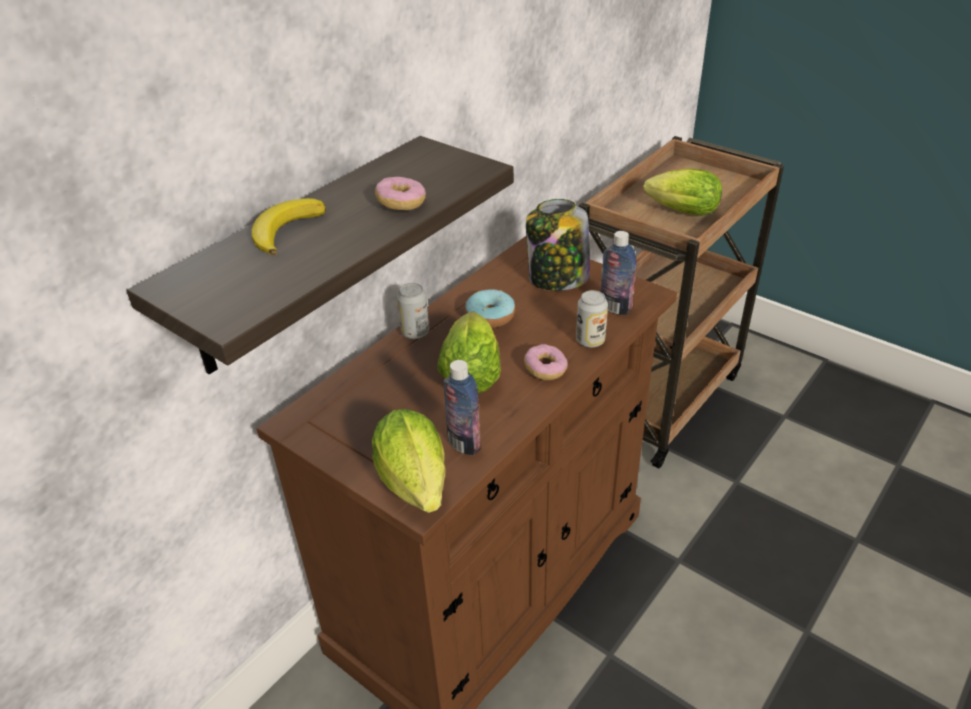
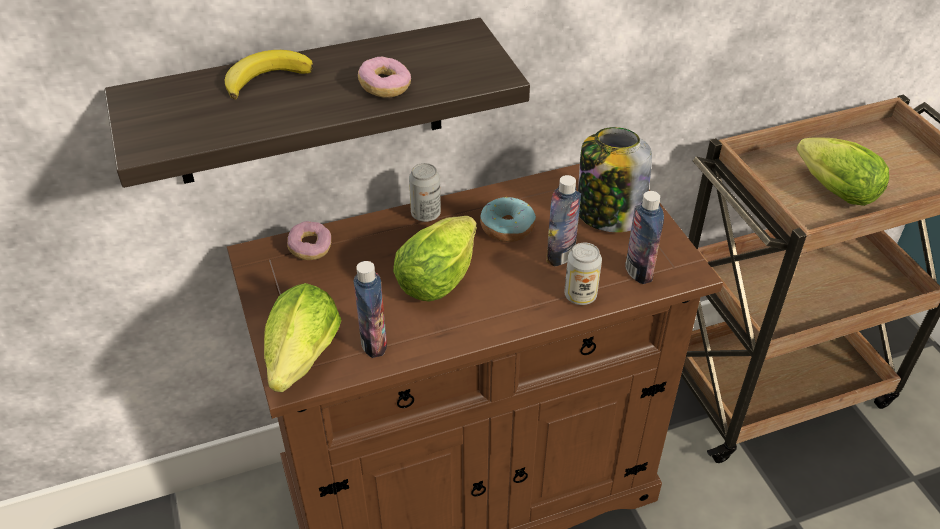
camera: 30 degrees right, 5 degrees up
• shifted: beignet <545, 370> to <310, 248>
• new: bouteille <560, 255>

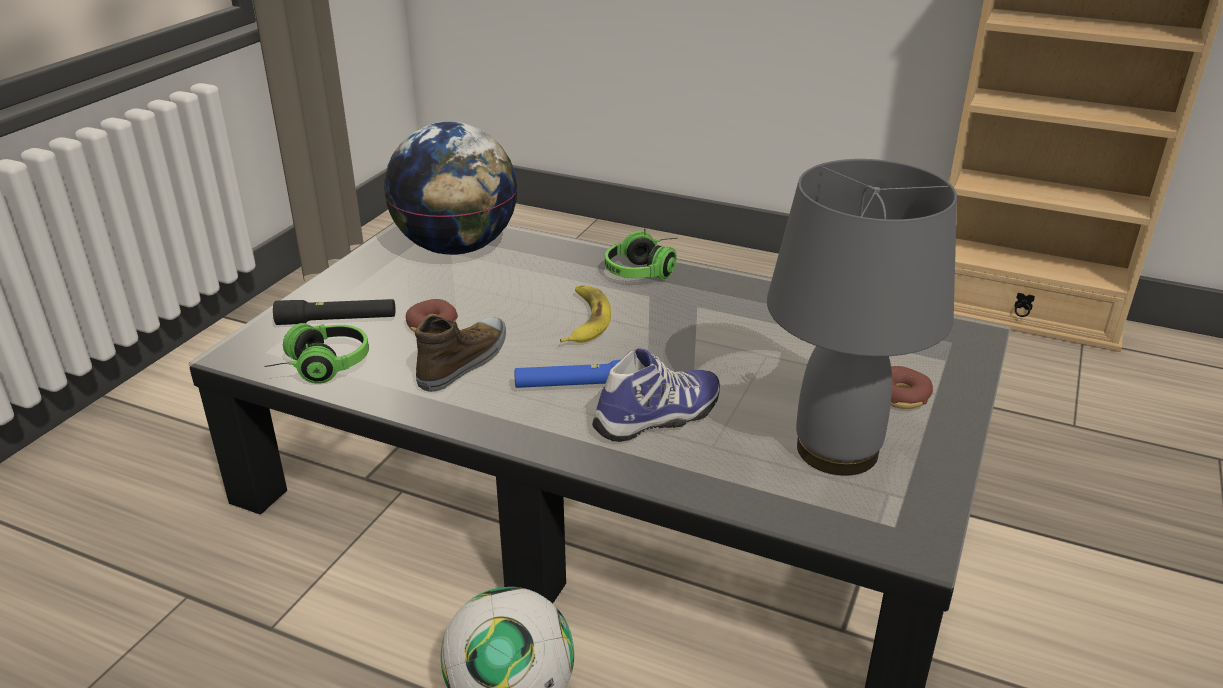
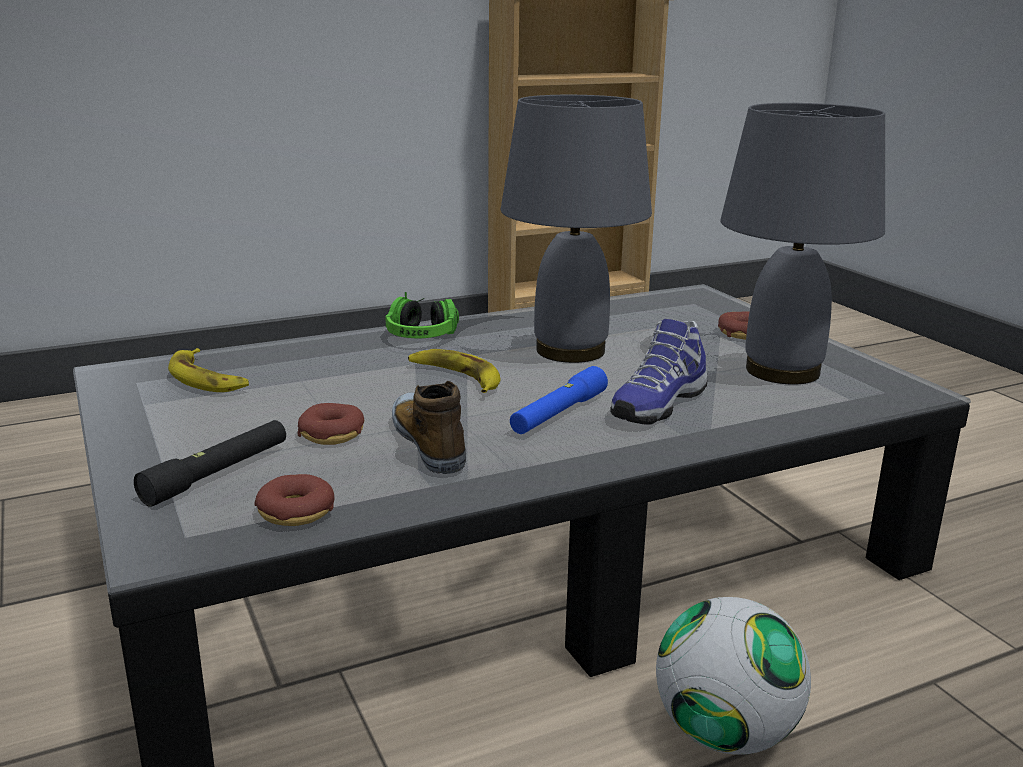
camera: 50 degrees left, 10 degrees down
• swapped: casque audio <318, 367> to beignet <296, 512>
• swapped: globe <456, 248> to banane <207, 379>
• rotated: chaussure <659, 418> = <656, 404> 150 degrees counterclockwise
• new: lampe de table/gris <571, 351>

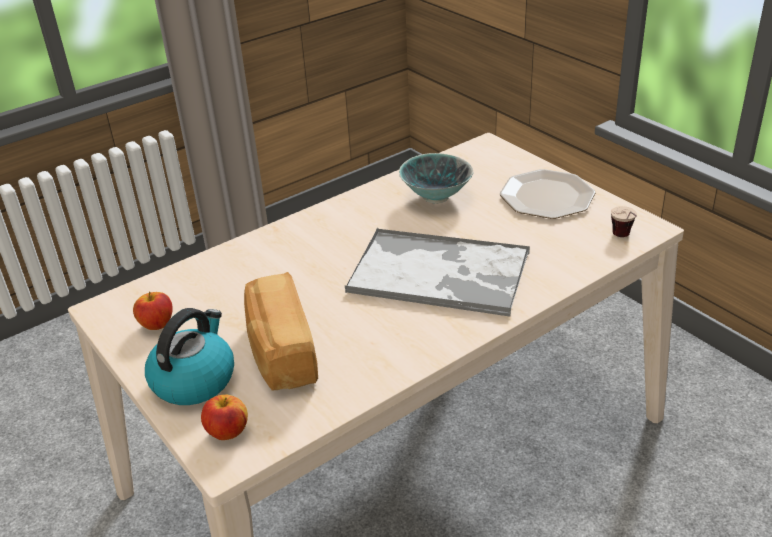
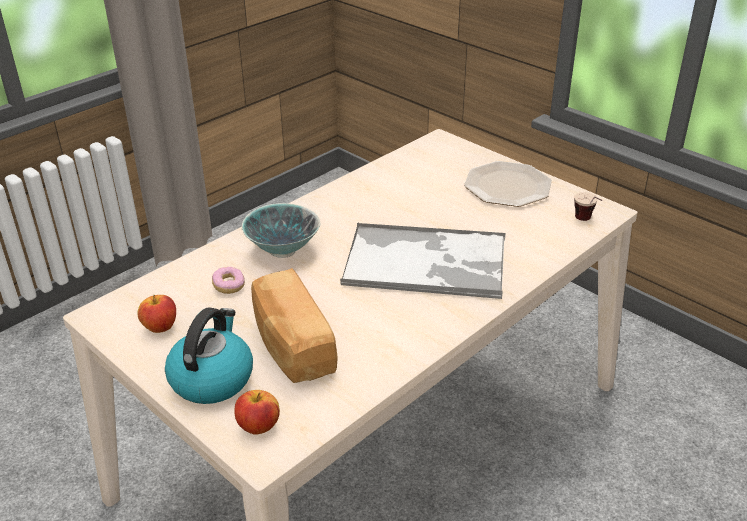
camera: 10 degrees left, 0 degrees up
• shifted: bol <435, 197> to <282, 250>
• new: beignet <229, 286>

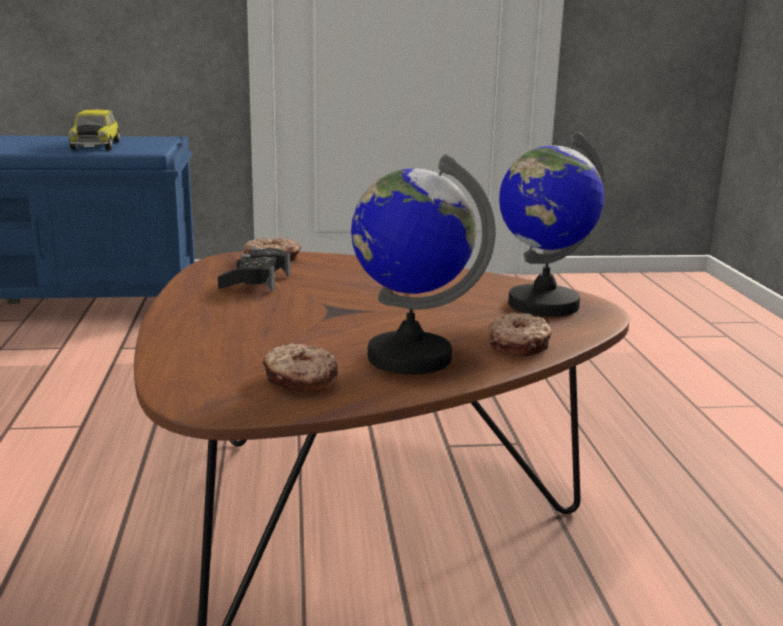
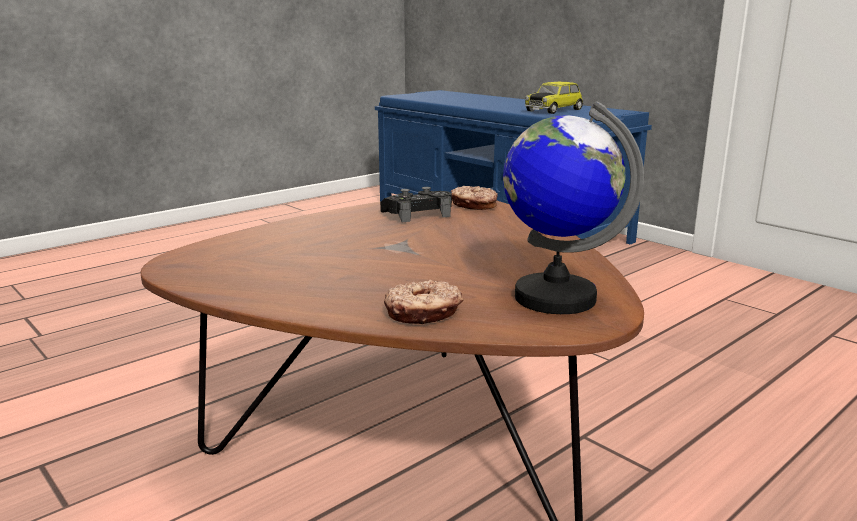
camera: 55 degrees right, 0 degrees up
• gone: beignet <300, 380>
• gone: globe <408, 357>

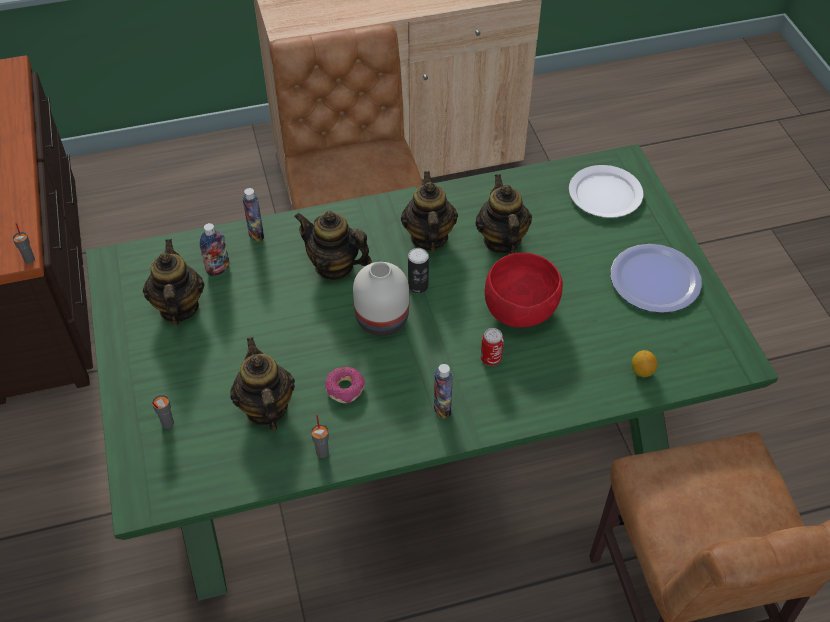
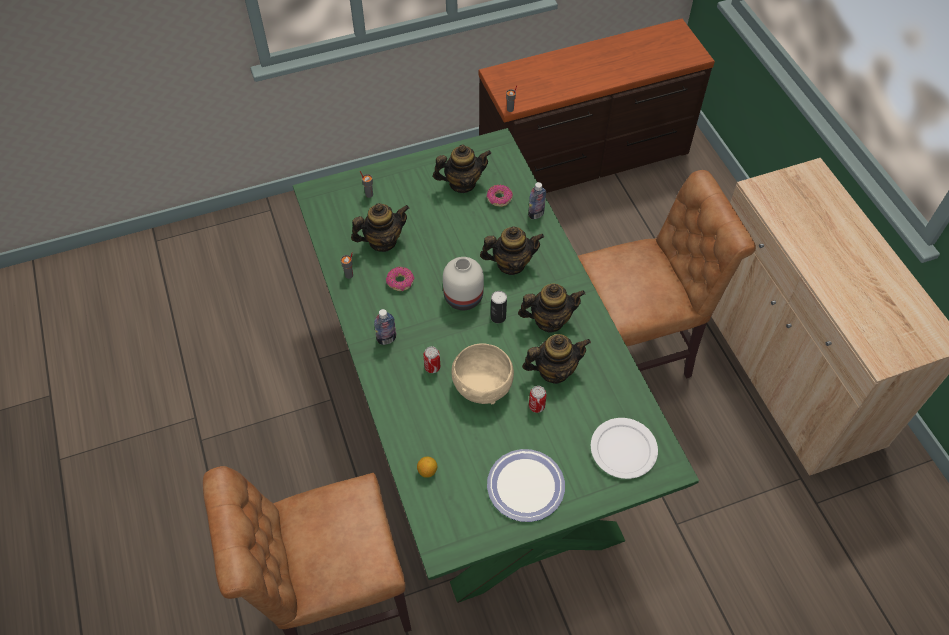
camera: 85 degrees right, 5 degrees up
• swapped: bouteille <218, 269> to beignet <499, 198>
• rotated: théière <334, 266> = <511, 264> 60 degrees clockwise
• repainted: bol/rouge <520, 310> to bol/beige <481, 385>
• new: boîte métallique <536, 406>

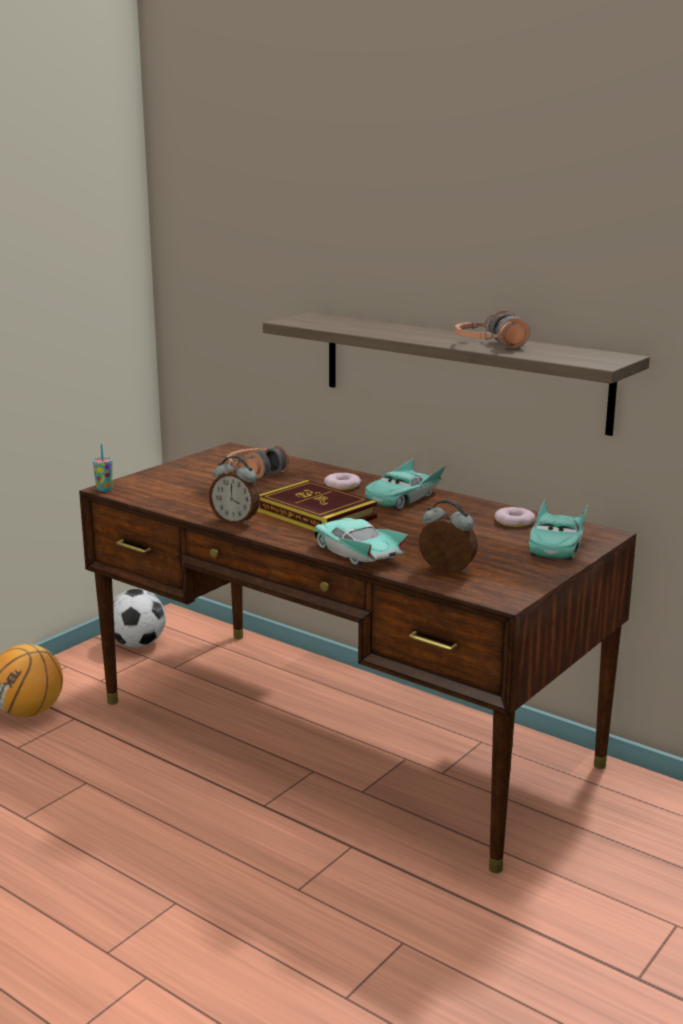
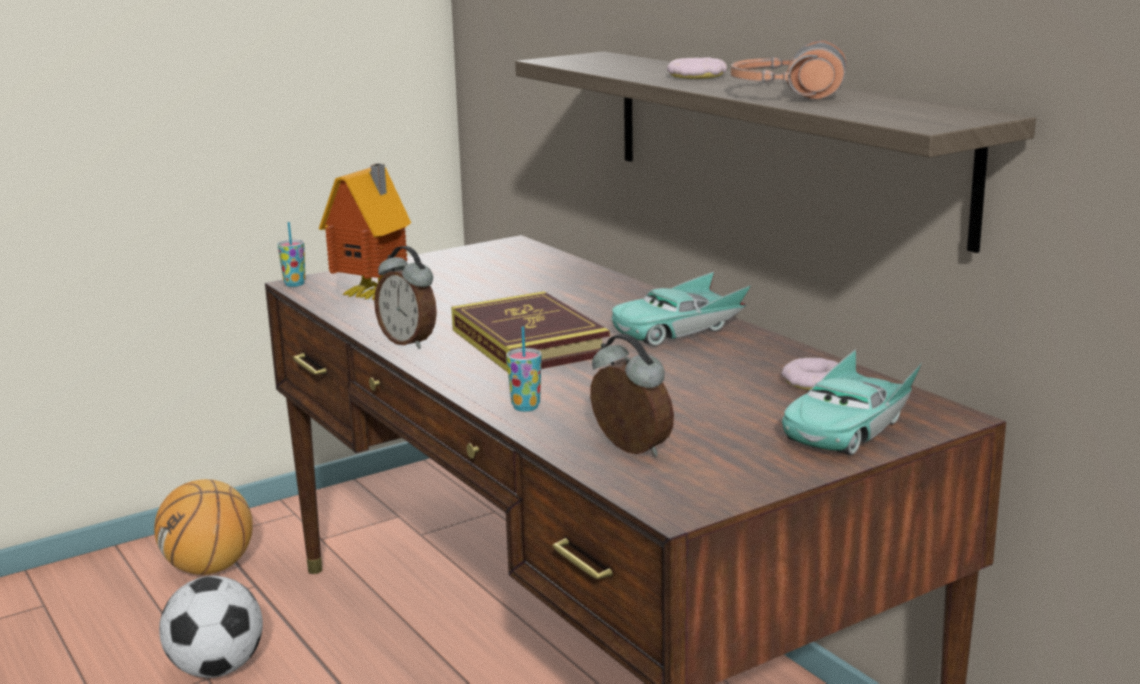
camera: 20 degrees right, 0 degrees up
• shifted: ballon de foot <137, 644> to <217, 669>
• gone: casque audio <257, 471>
• swapped: petite voiture/turquoise <358, 554> to tasse <526, 407>
• shifted: beignet <342, 485> to <697, 76>
• new: maison miniature <374, 296>

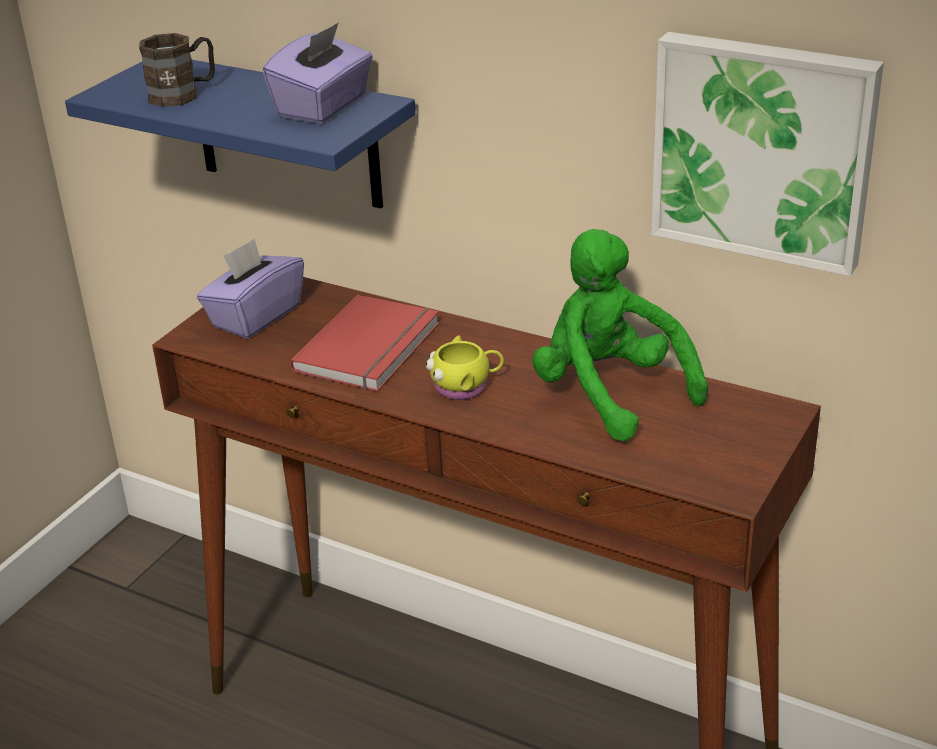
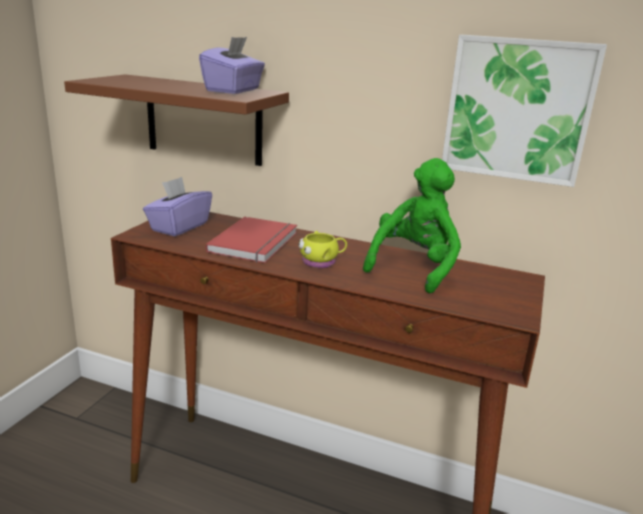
camera: 10 degrees left, 10 degrees down
• repainted: étagère/bleu <286, 132> to étagère/marron <203, 120>
• gone: mug/marron <183, 94>
• rotated: peluche/vert <609, 393> = <414, 267> 75 degrees clockwise

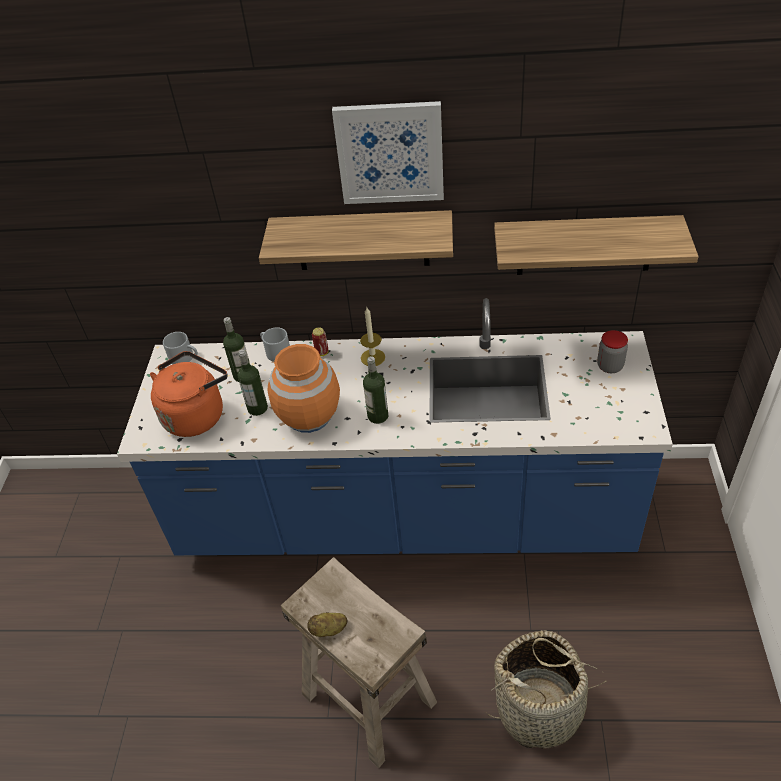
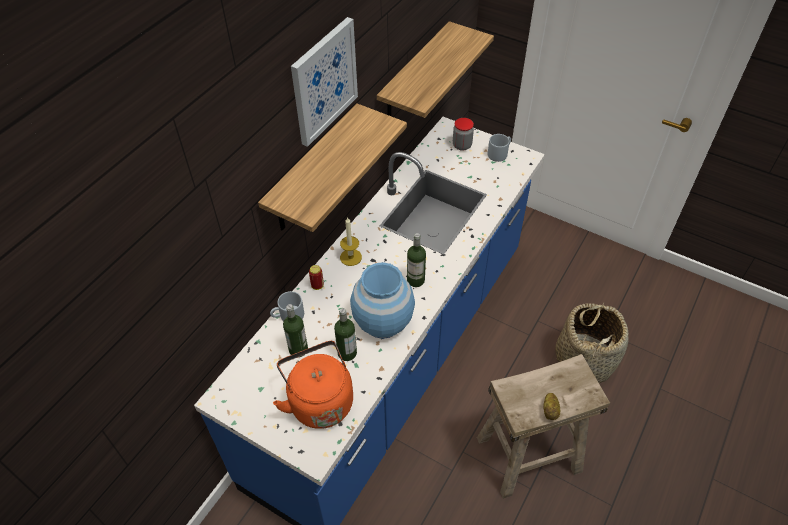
camera: 65 degrees left, 5 degrees up
• shifted: mug/gris <185, 358> to <499, 153>
• repainted: vase/orange <309, 416> to vase/bleu <383, 321>

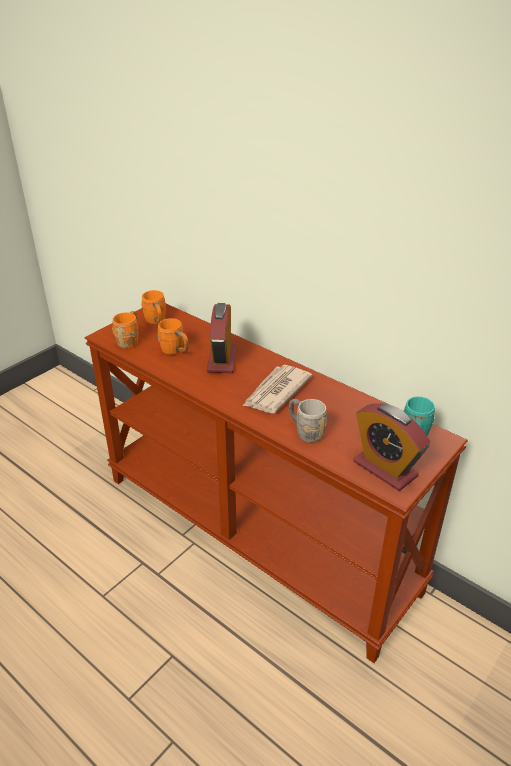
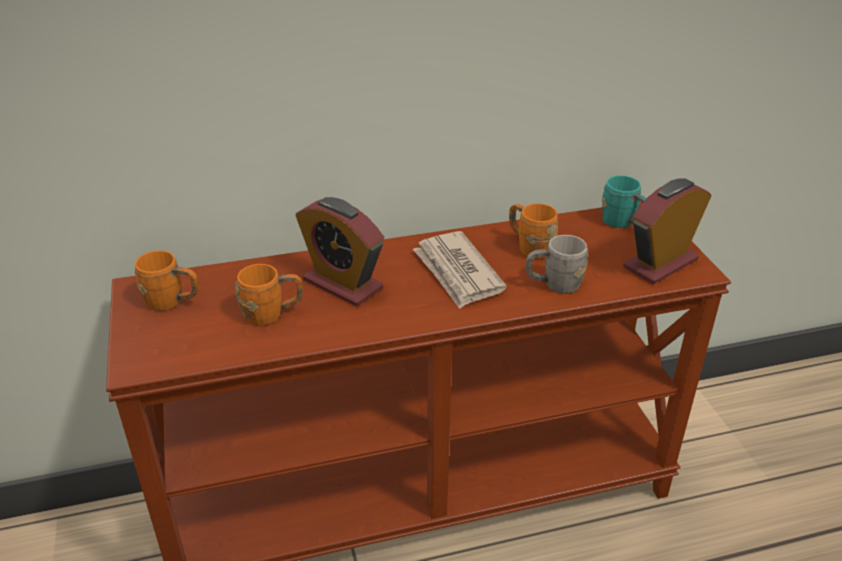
camera: 55 degrees left, 0 degrees up
• shifted: mug/orange <129, 340> to <529, 247>
• rotated: réveil <385, 469> = <660, 263> 150 degrees clockwise

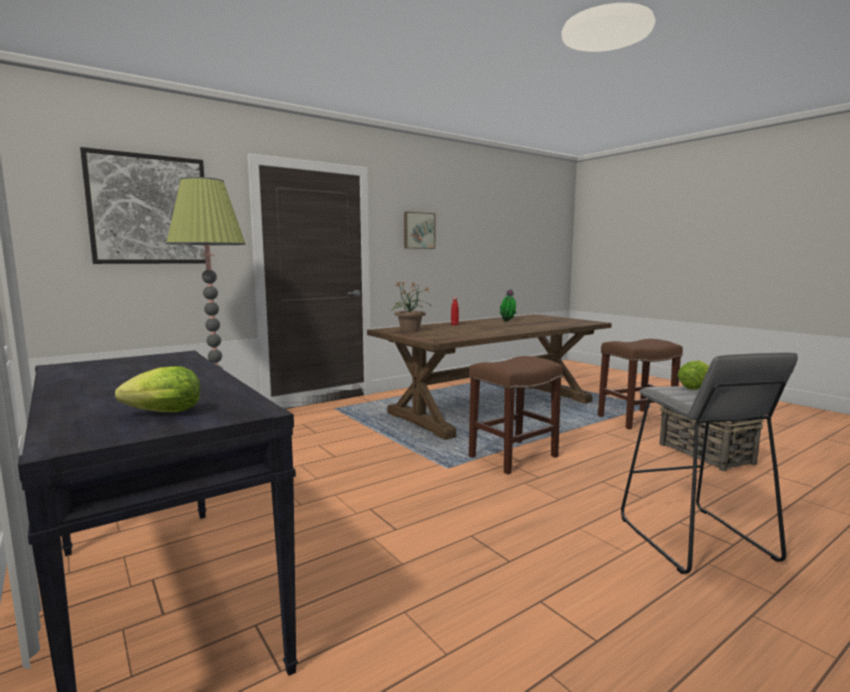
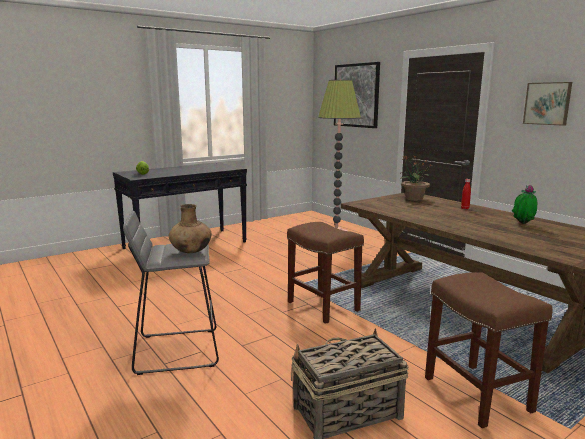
camera: 90 degrees right, 5 degrees up
• swapped: laitue <696, 388> to vase/marron <191, 252>

